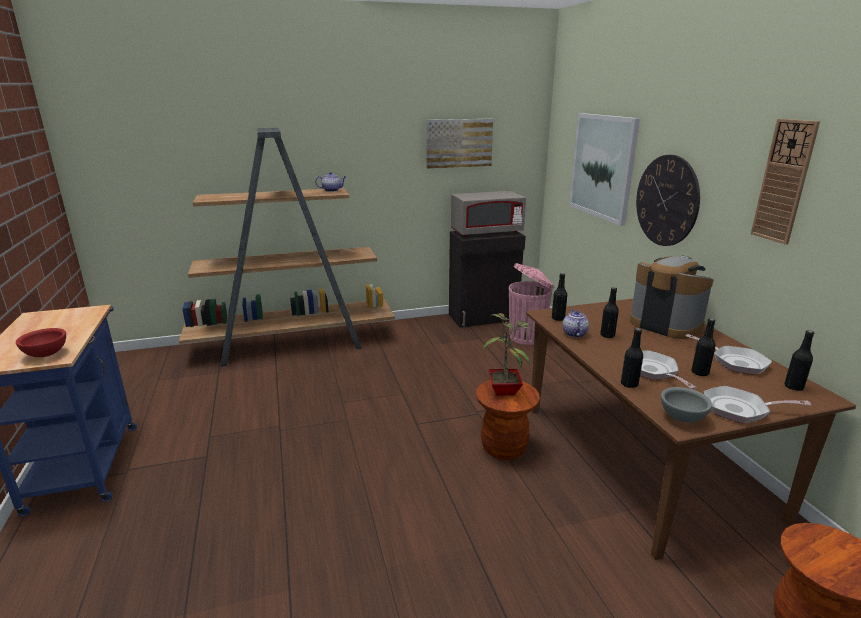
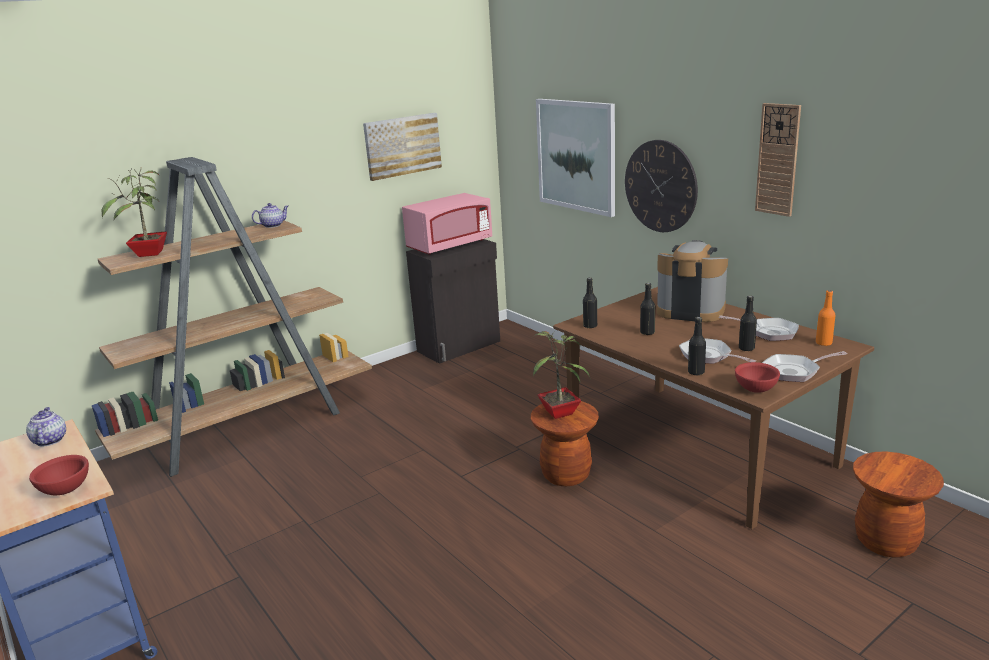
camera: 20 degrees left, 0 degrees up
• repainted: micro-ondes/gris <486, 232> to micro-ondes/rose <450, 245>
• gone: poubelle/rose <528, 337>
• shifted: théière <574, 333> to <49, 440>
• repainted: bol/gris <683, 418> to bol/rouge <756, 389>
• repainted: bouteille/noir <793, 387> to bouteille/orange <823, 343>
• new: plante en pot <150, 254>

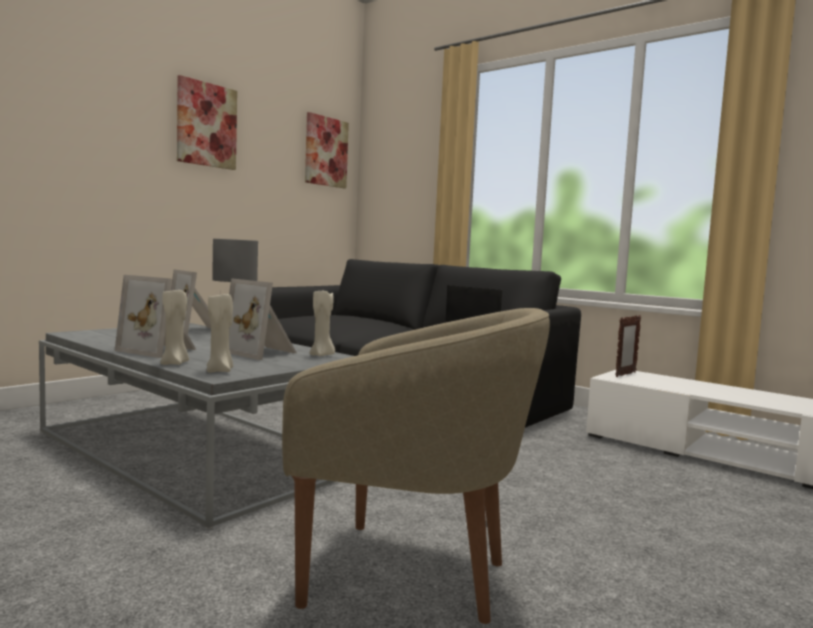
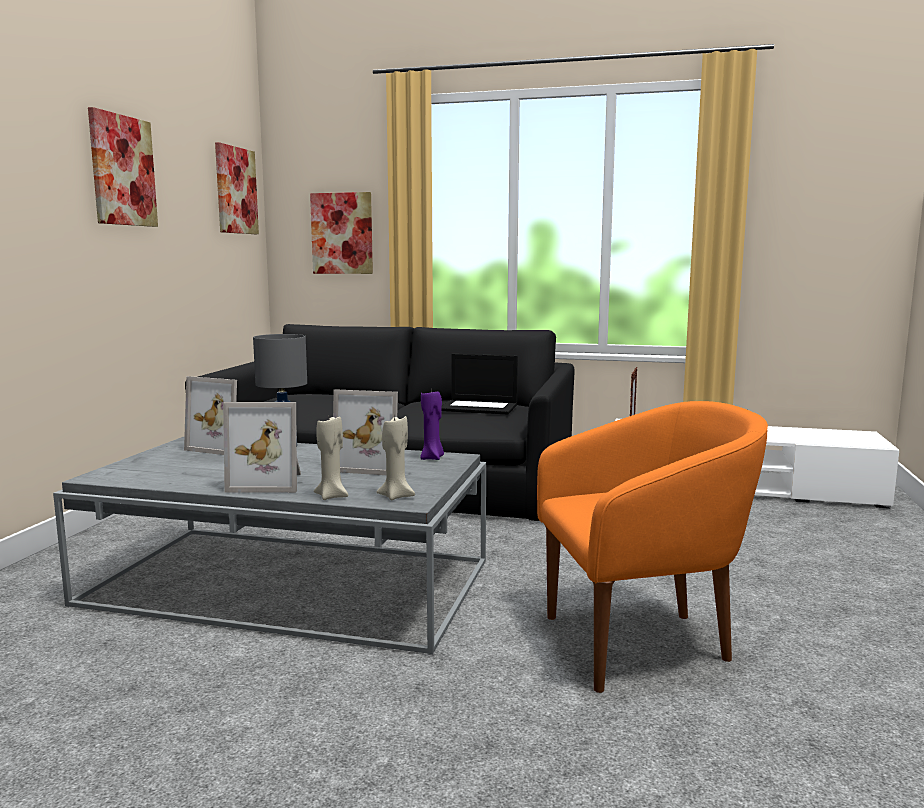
camera: 25 degrees left, 5 degrees up
• repainted: fauteuil/beige <413, 575> to fauteuil/orange <642, 643>
• repainted: bougie/beige <322, 355> to bougie/violet <432, 458>
• new: tableau <342, 233>

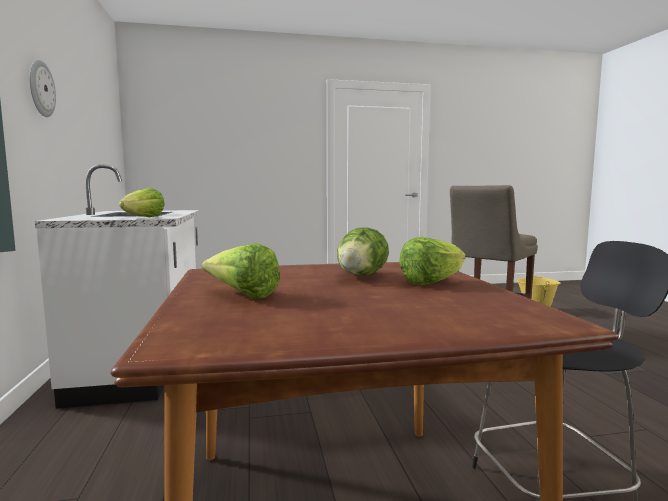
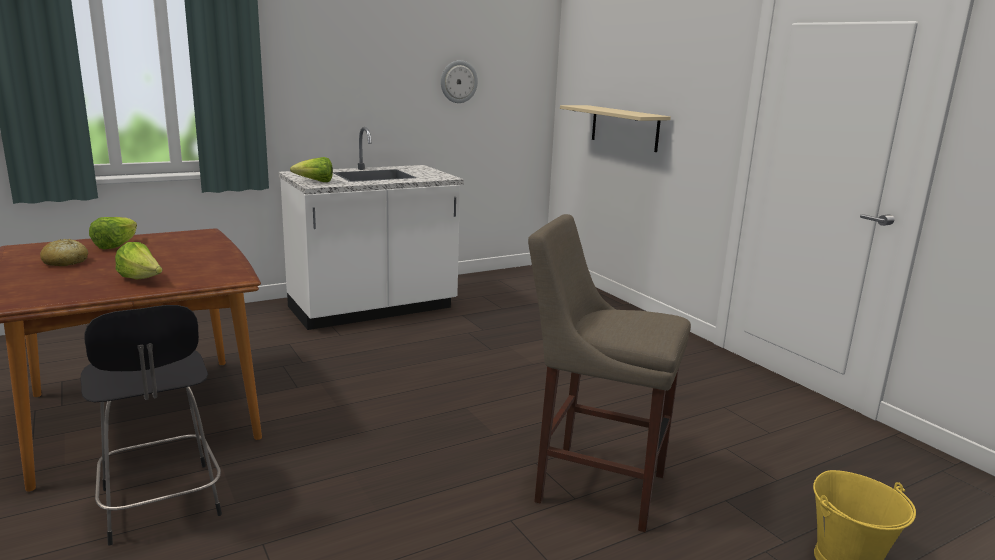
camera: 70 degrees right, 10 degrees up
• shifted: horloge murale <41, 89> to <458, 81>
• gone: laitue <360, 276>
• new: pain <65, 262>
• new: étagère/beige <624, 128>

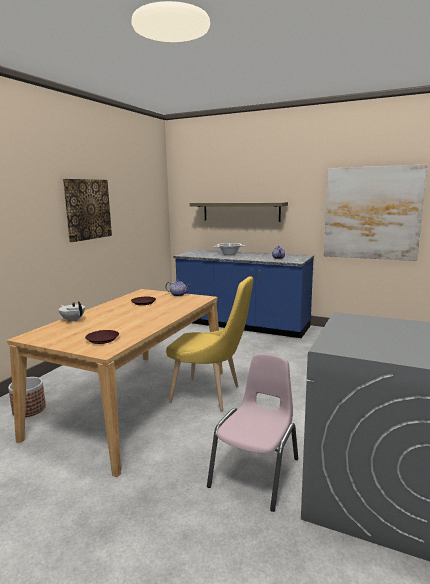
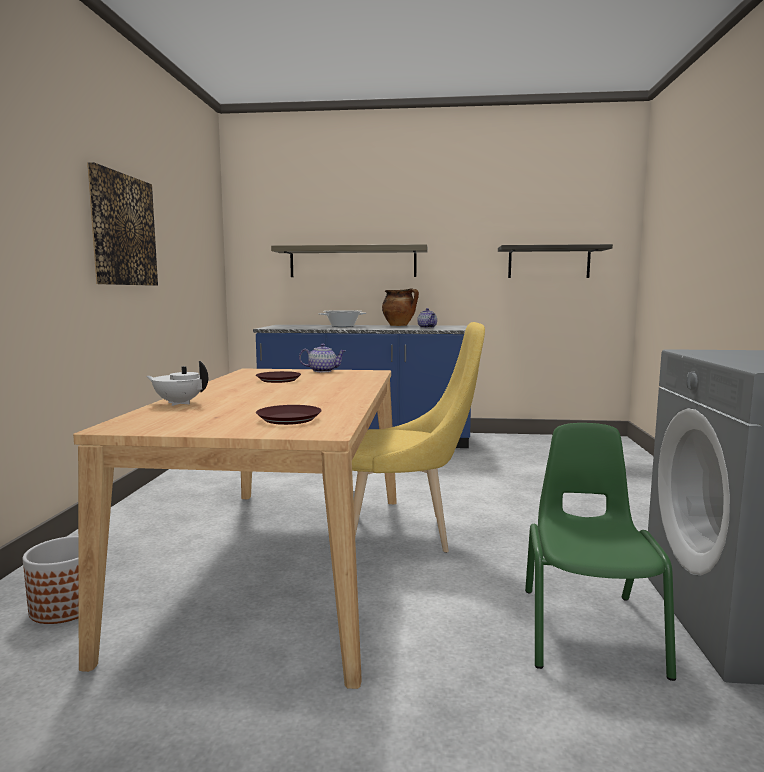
camera: 20 degrees left, 5 degrees down
• repainted: chaise/rose <256, 472> to chaise/vert <589, 629>
• swapped: tableau <372, 213> to étagère <549, 262>
• new: marmite <399, 325>

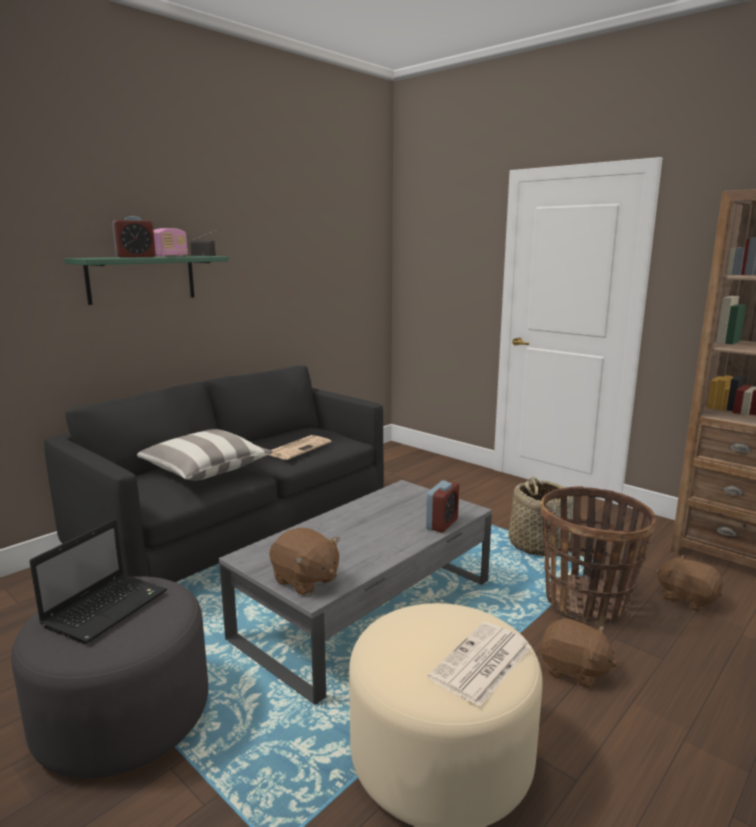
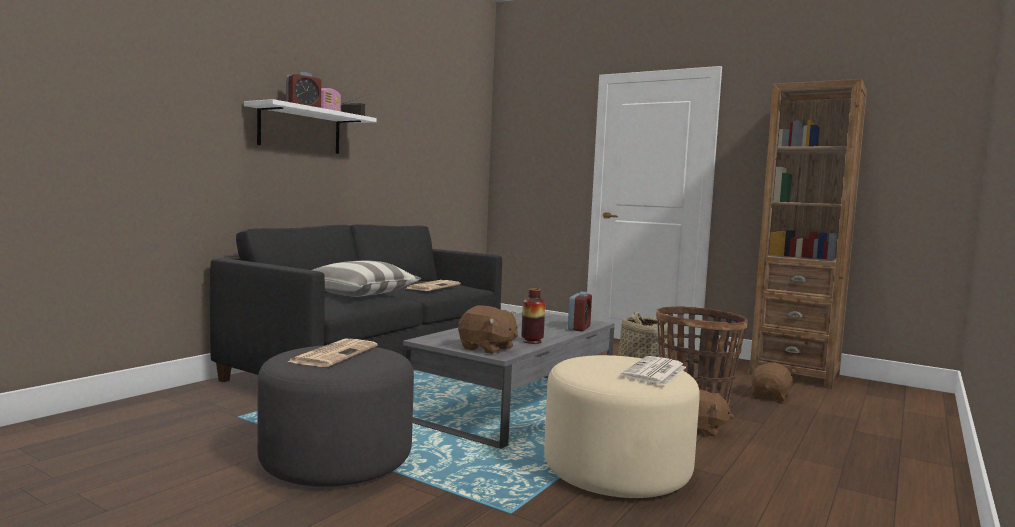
camera: 10 degrees left, 10 degrees down
• swapped: ordinateur portable <107, 607> to journal <334, 354>
• repainted: étagère/vert <142, 279> to étagère/blanc <300, 130>
• rotated: peluche/marron <687, 599> = <770, 396> 90 degrees clockwise
• new: vase <532, 341>

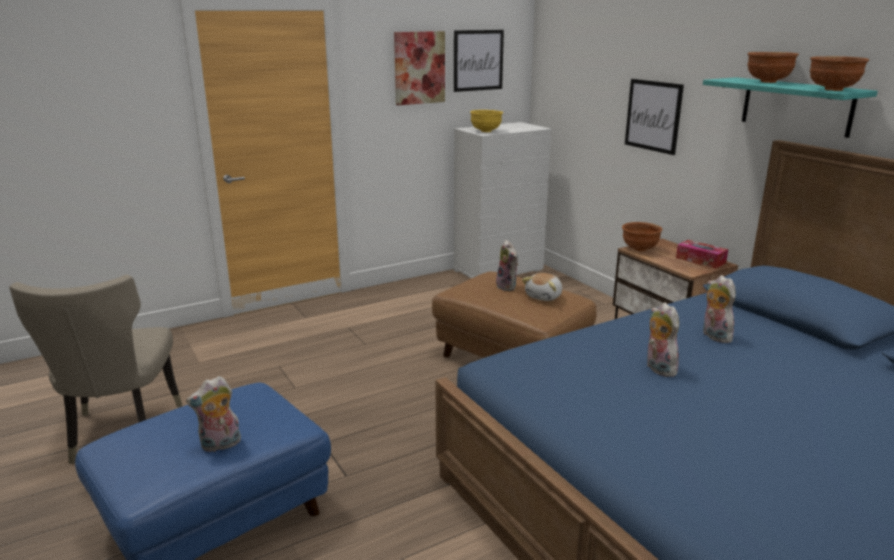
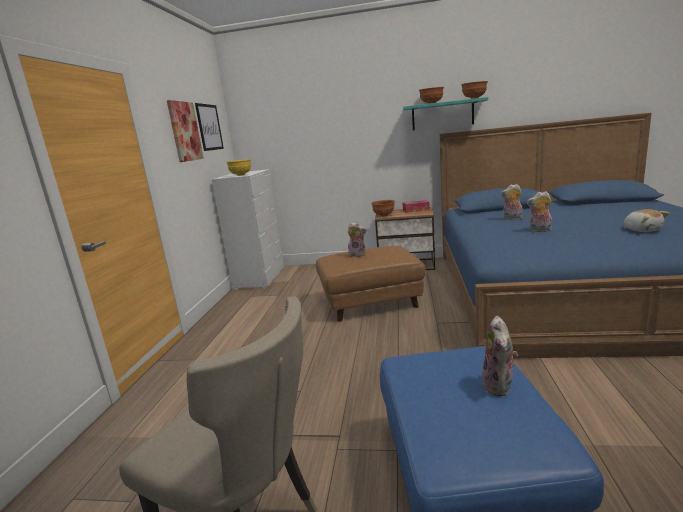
camera: 50 degrees left, 5 degrees down
• shifted: peluche <544, 296> to <642, 230>
• gone: tableau <653, 116>

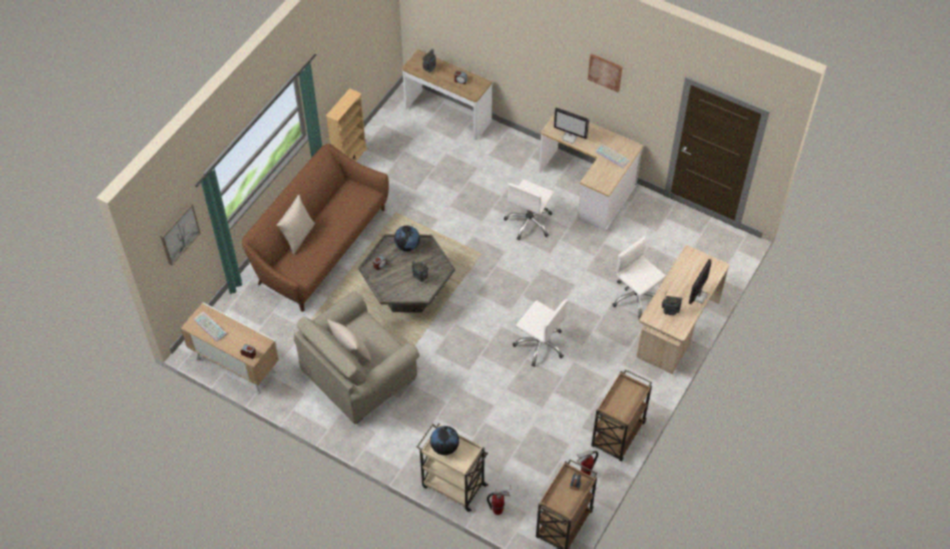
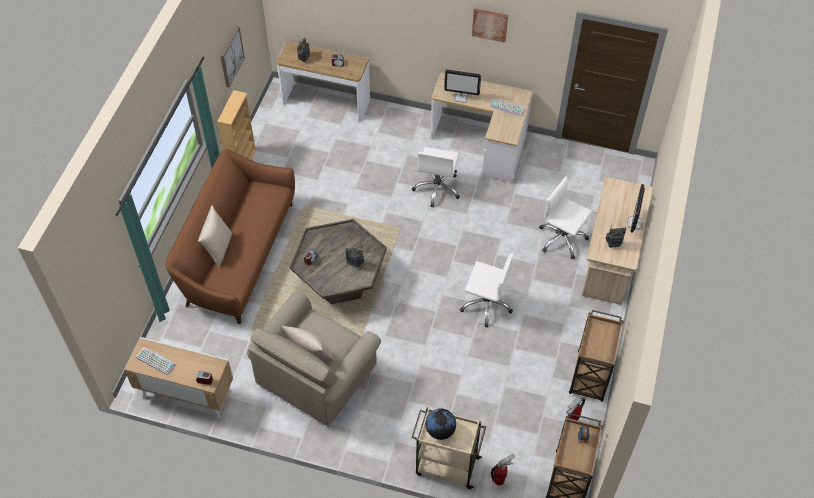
camera: 15 degrees left, 0 degrees up
• shifted: tableau <179, 233> to <231, 56>
• gone: globe <407, 246>

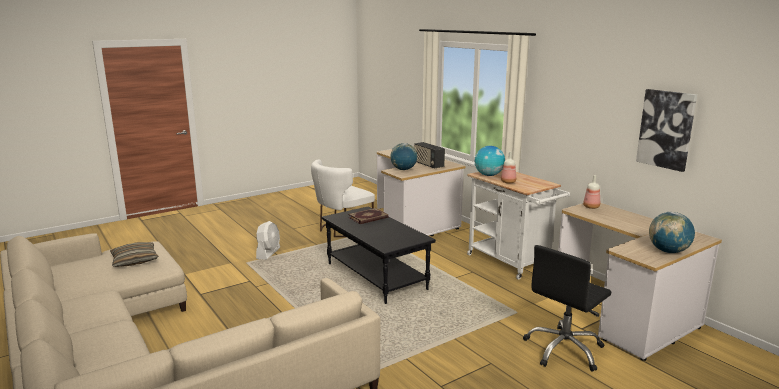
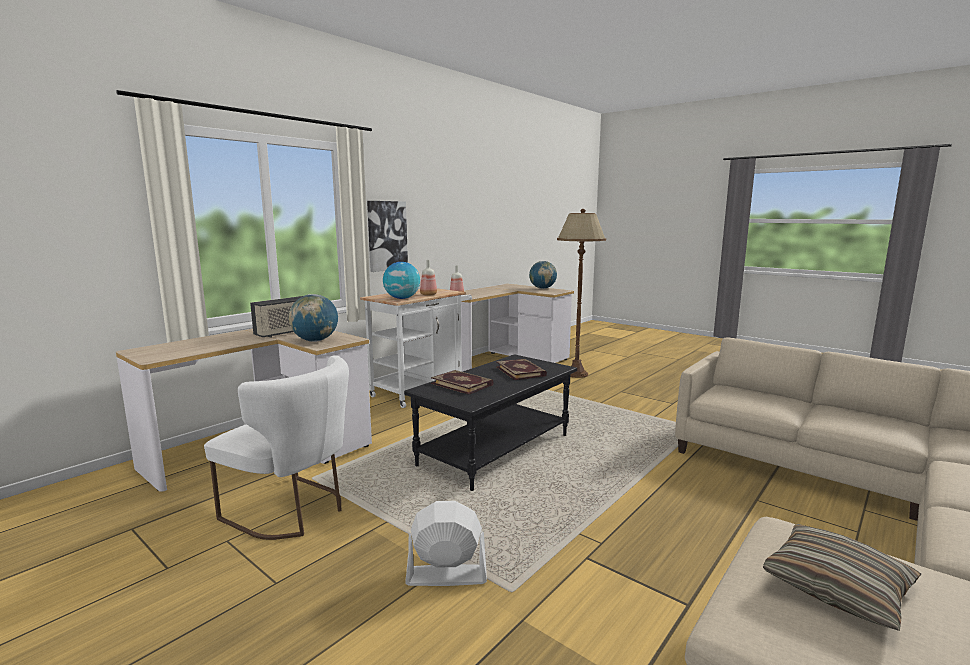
camera: 105 degrees left, 5 degrees down
• swapped: chaise de bureau/noir <564, 349> to lampadaire/marron <576, 374>
• shifted: tableau <666, 129> to <387, 236>
• new: livre <521, 371>

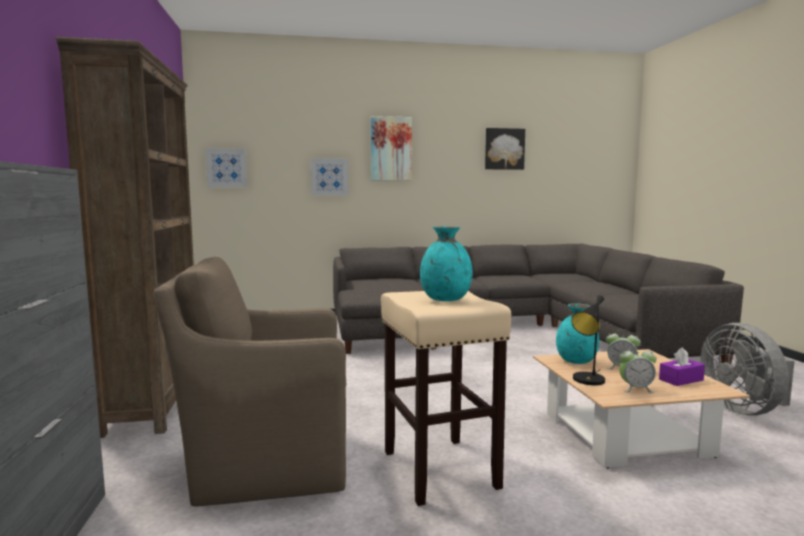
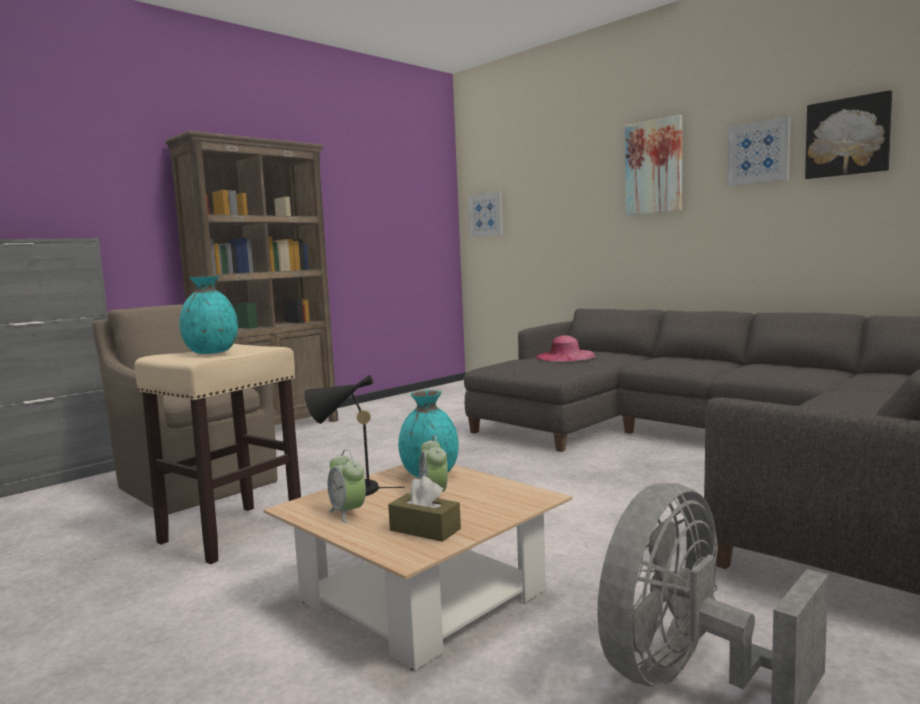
camera: 55 degrees right, 0 degrees up
• shifted: tableau <329, 177> to <758, 152>
• repainted: boîte à mouchoirs/violet <681, 380> to boîte à mouchoirs/marron <425, 529>
• new: chapeau/rose <565, 356>

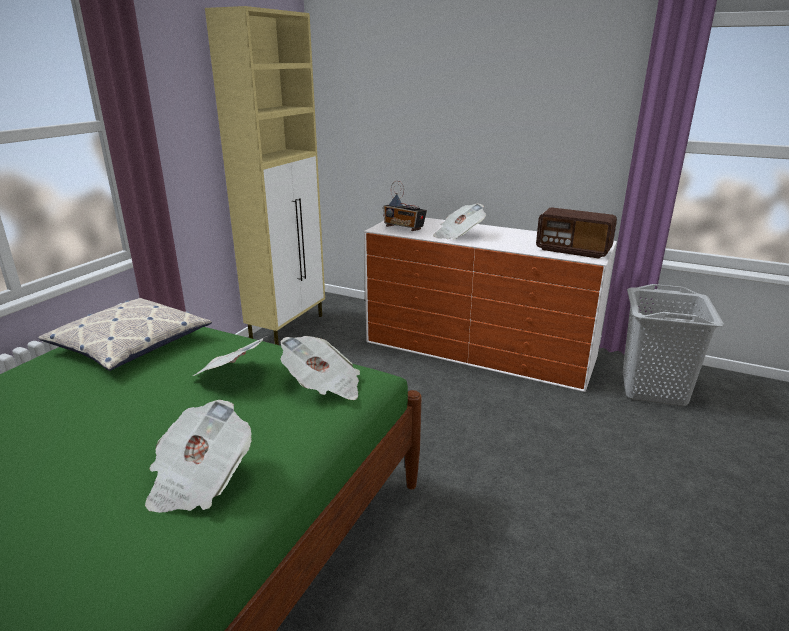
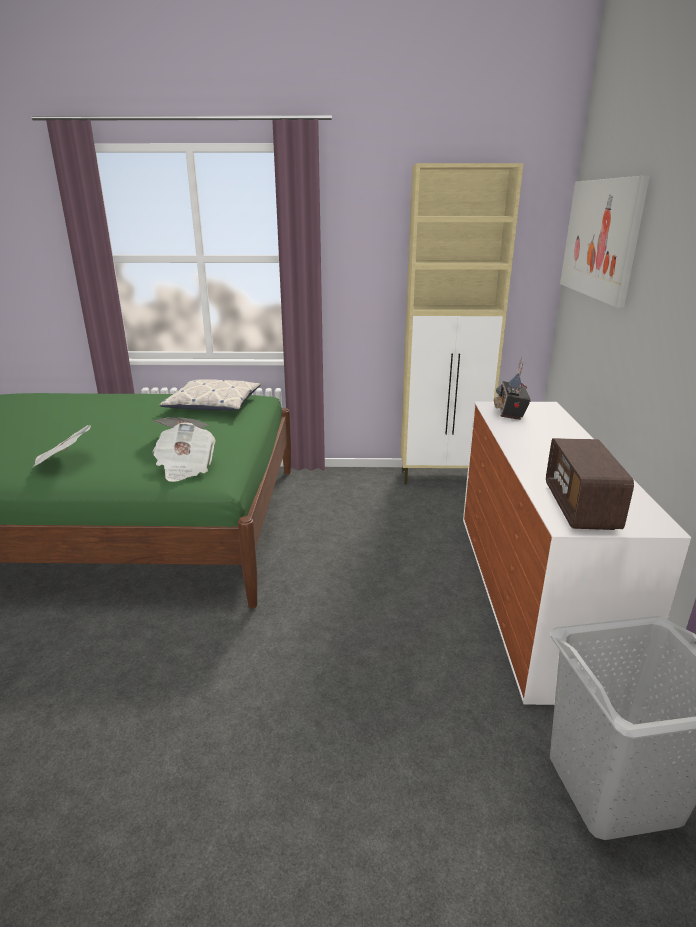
camera: 65 degrees right, 0 degrees up
• gone: journal <458, 235>
• new: tableau <600, 238>

